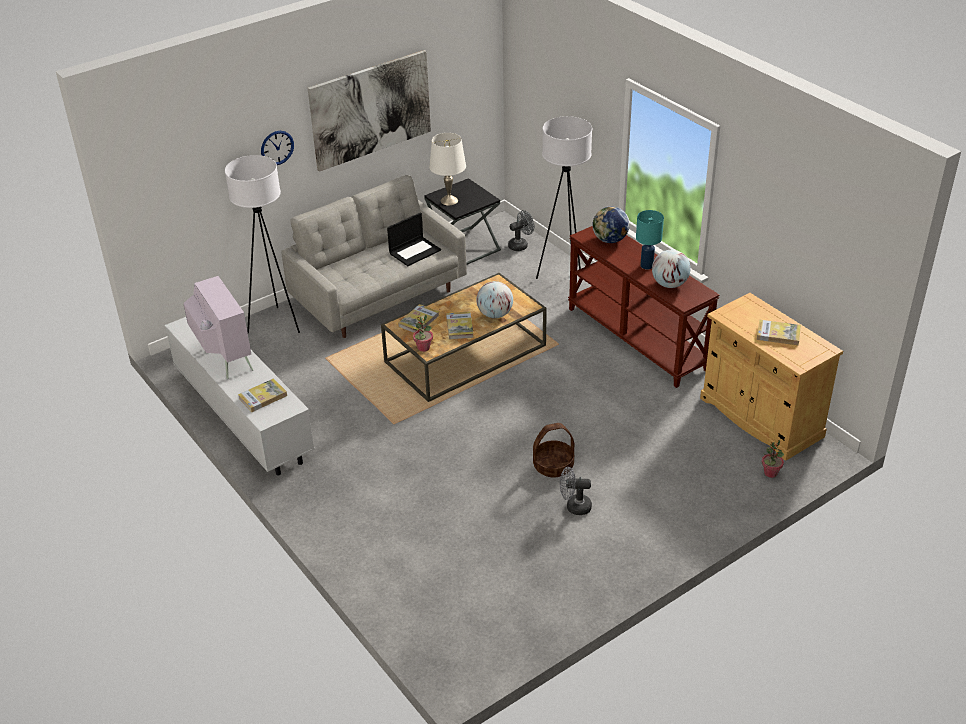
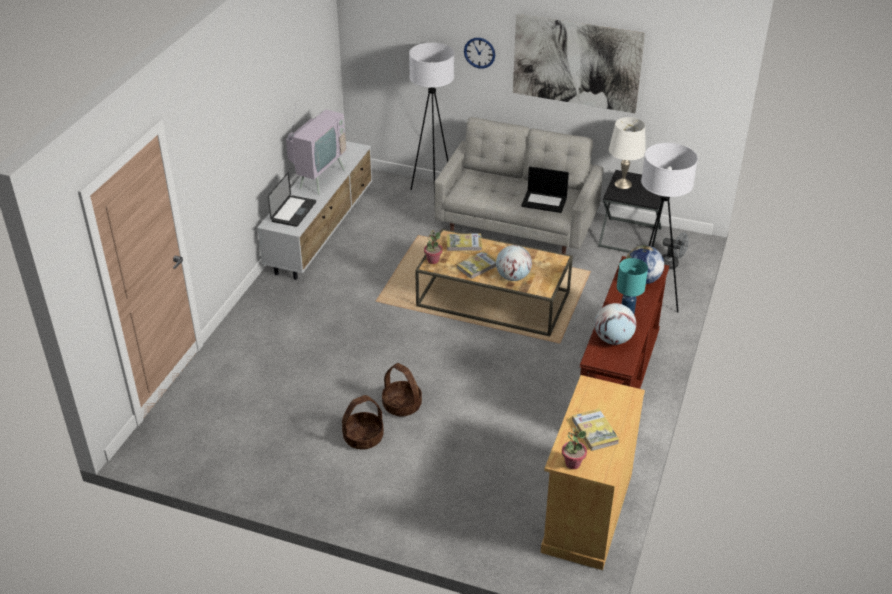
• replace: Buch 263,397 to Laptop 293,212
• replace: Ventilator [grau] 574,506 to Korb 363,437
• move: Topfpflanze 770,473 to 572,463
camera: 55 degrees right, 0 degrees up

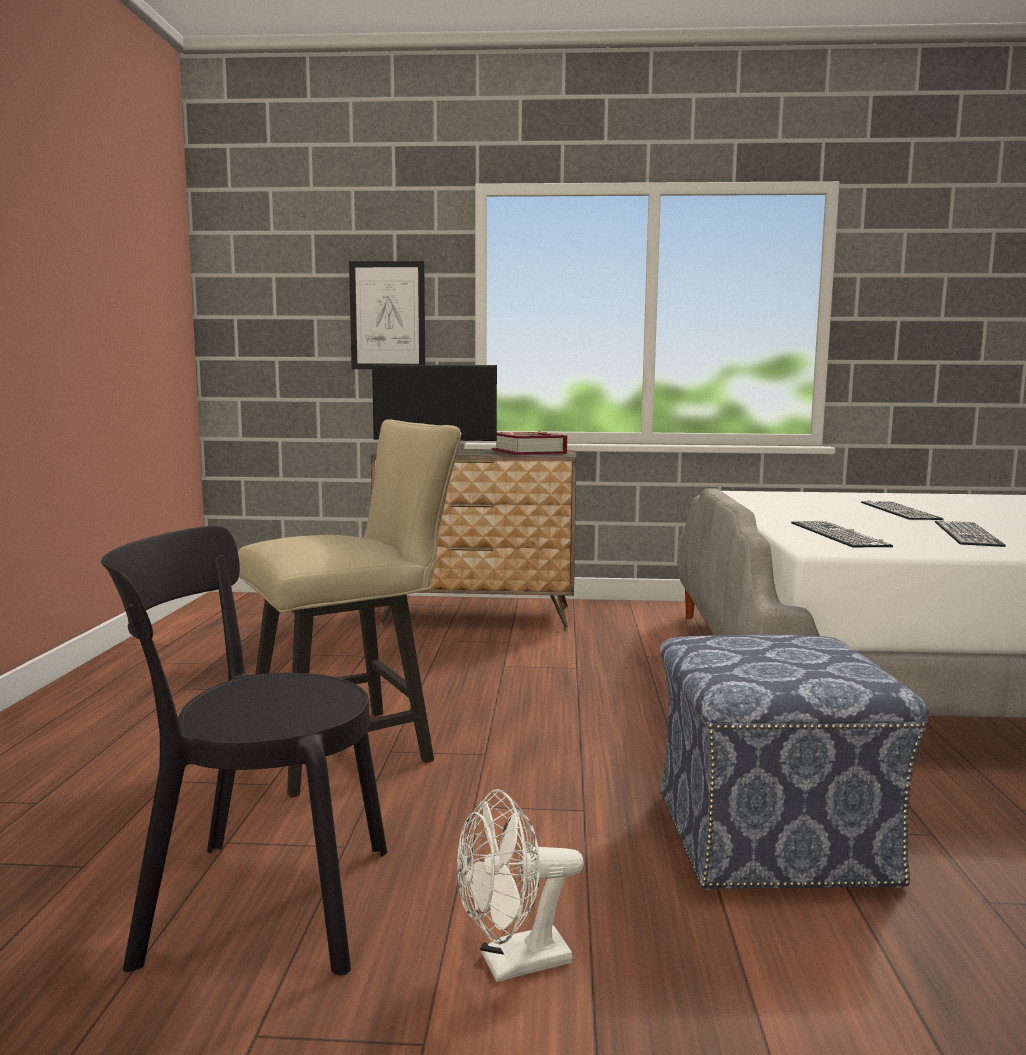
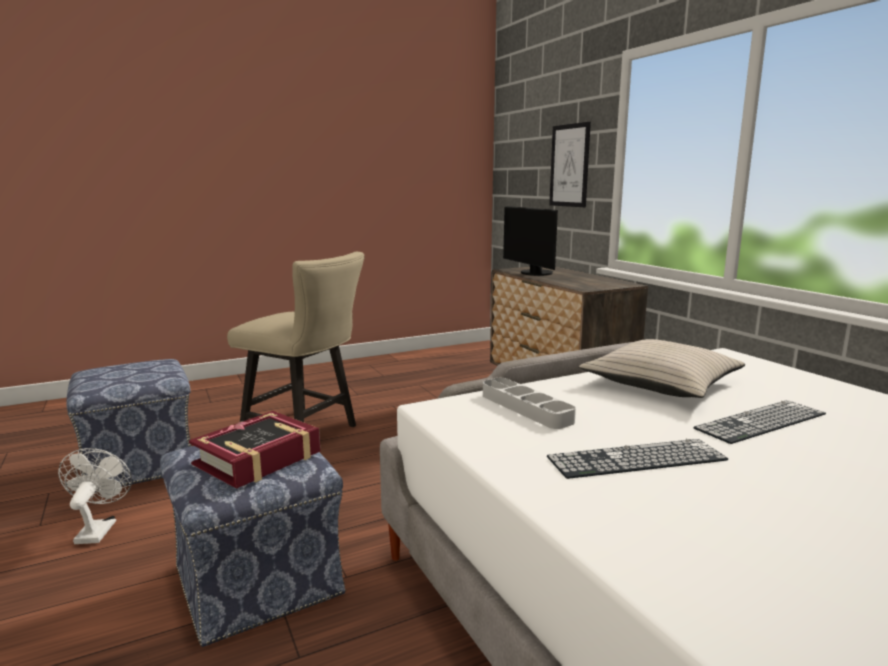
• replace: Stuhl [schwarz] 256,903 to Polsterhocker 141,463
• rotate: Ventilator [weiß] 512,964 = 98,529 45 degrees clockwise
• move: Buch 529,452 to 258,458
• replace: Tastatur 837,534 to Tablett [grau] 526,408
• insert: Kissen [beige] 662,383
camera: 60 degrees right, 5 degrees up

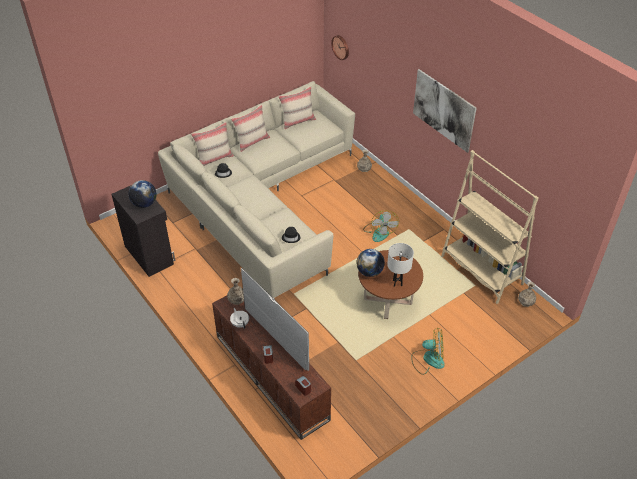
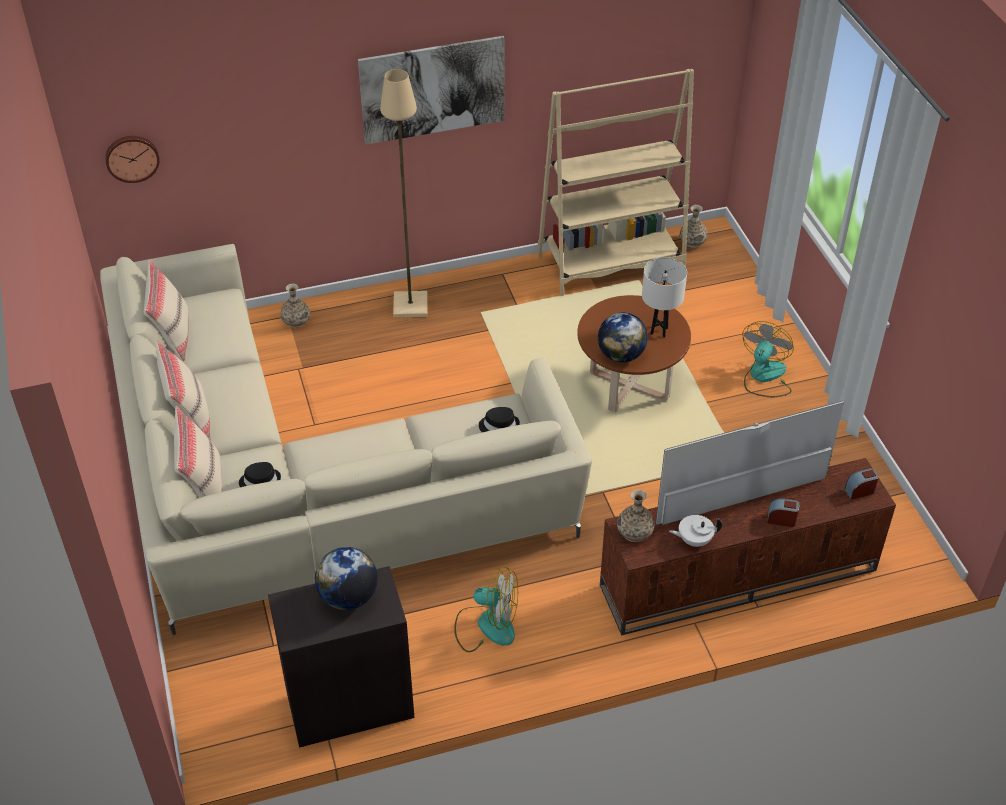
• move: Ventilator 379,231 to 486,625
• insert: Stehlampe [beige] 409,305
camera: 70 degrees left, 0 degrees up

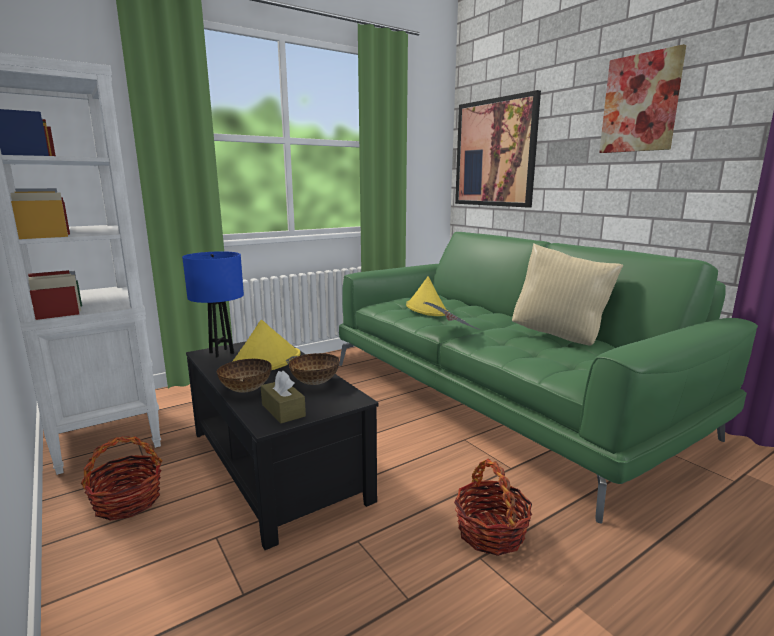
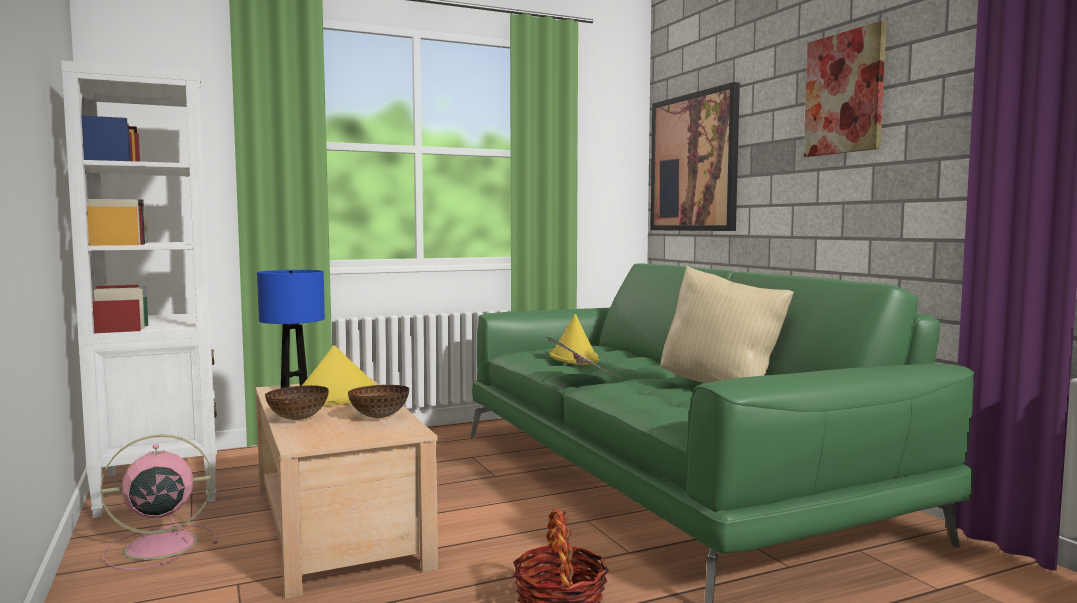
• replace: Korb 127,502 to Ventilator [rosa] 157,546
• recolor: Couchtisch [schwarz] 278,464 to Couchtisch [beige] 340,527
• delete: Taschentuchbox [braun] 283,410
camera: 10 degrees right, 10 degrees down

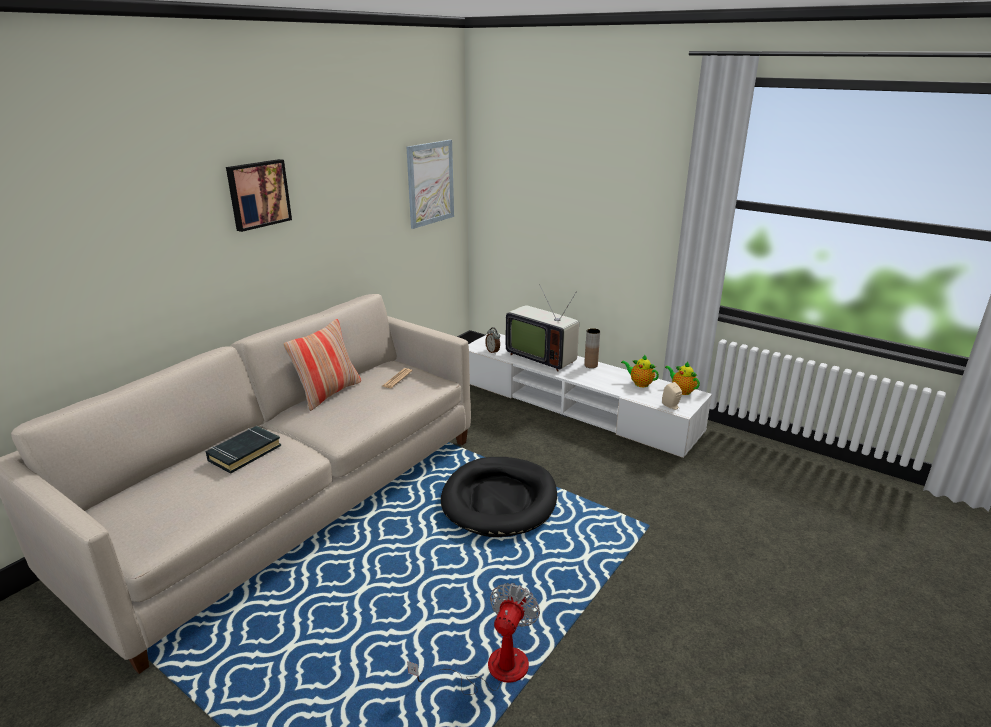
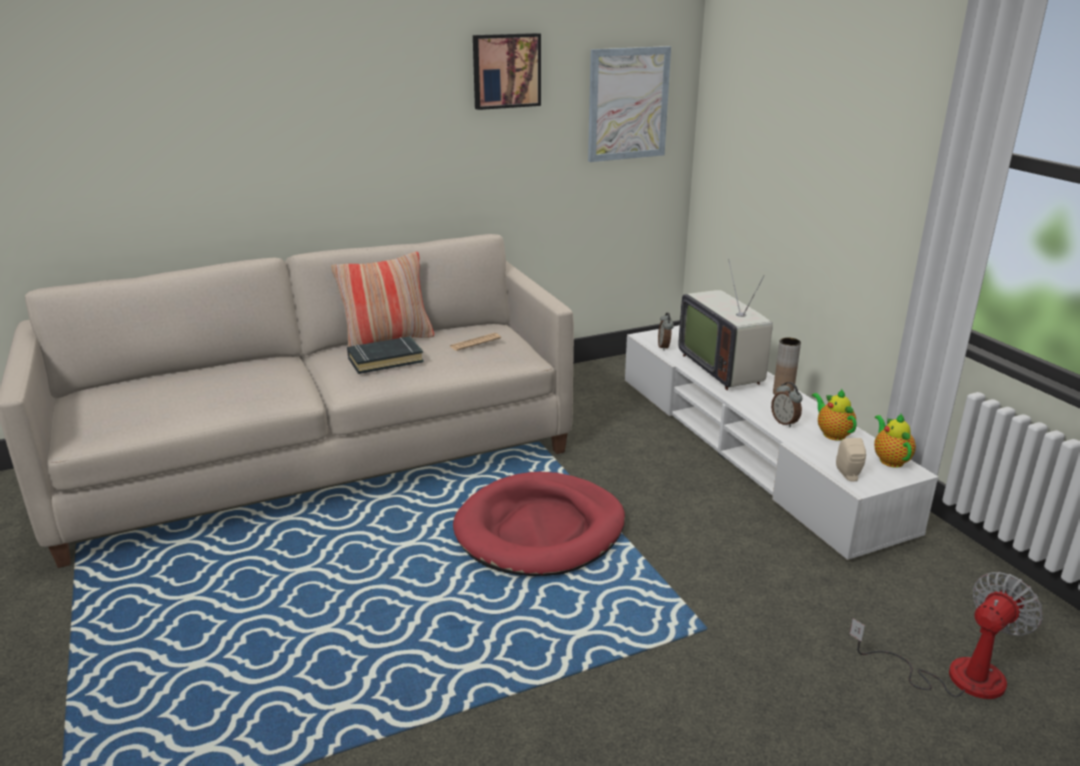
• move: Buch [schwarz] 244,453 to 385,360
• move: Bild 258,194 to 506,71
• move: Ventilator 492,670 to 954,675
• recolor: Hundebett [schwarz] 500,500 to Hundebett [rot] 540,530
• insert: Wecker 785,422
camera: 30 degrees right, 0 degrees up

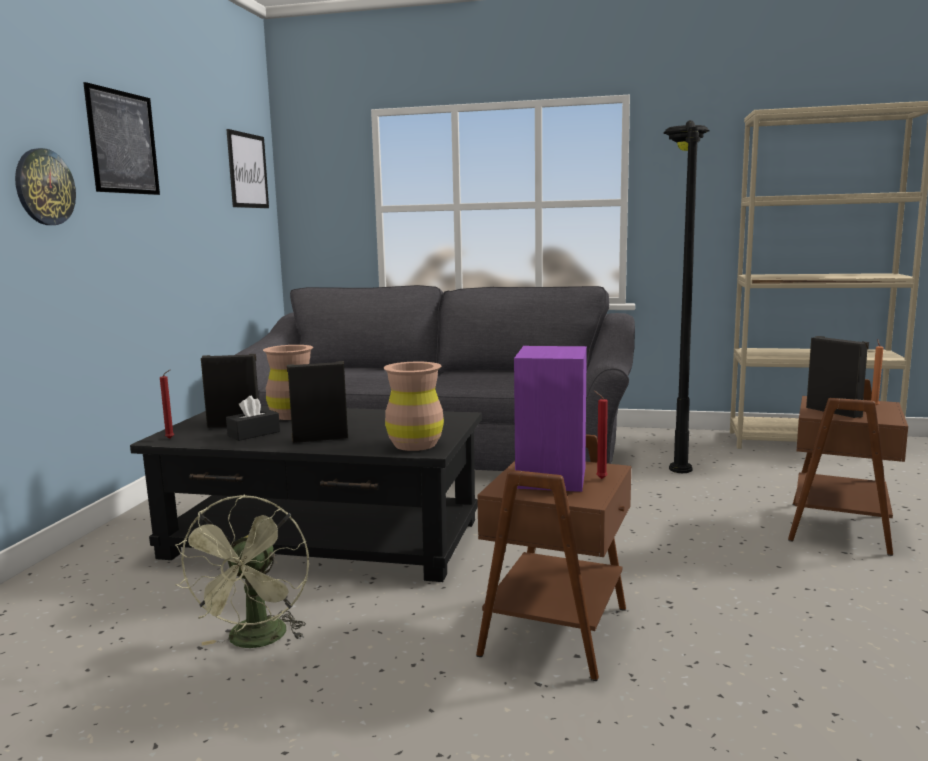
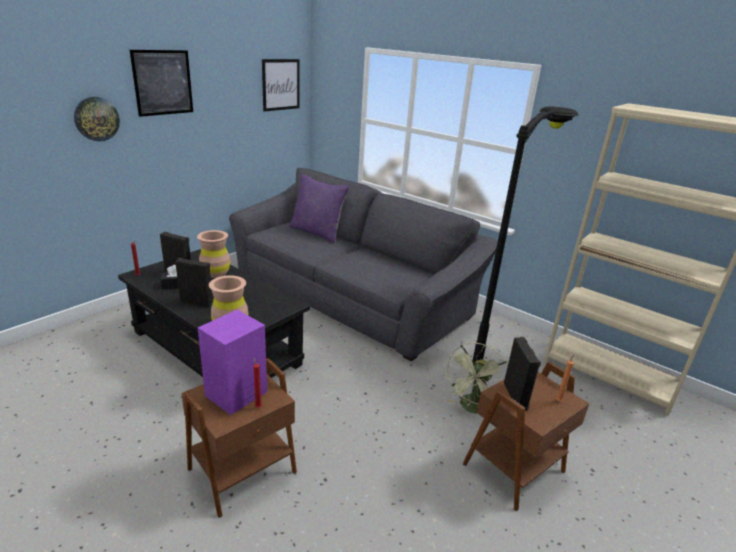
• move: Ventilator [grün] 256,642 to 472,408
• insert: Kissen [lila] 317,232
camera: 25 degrees right, 15 degrees up

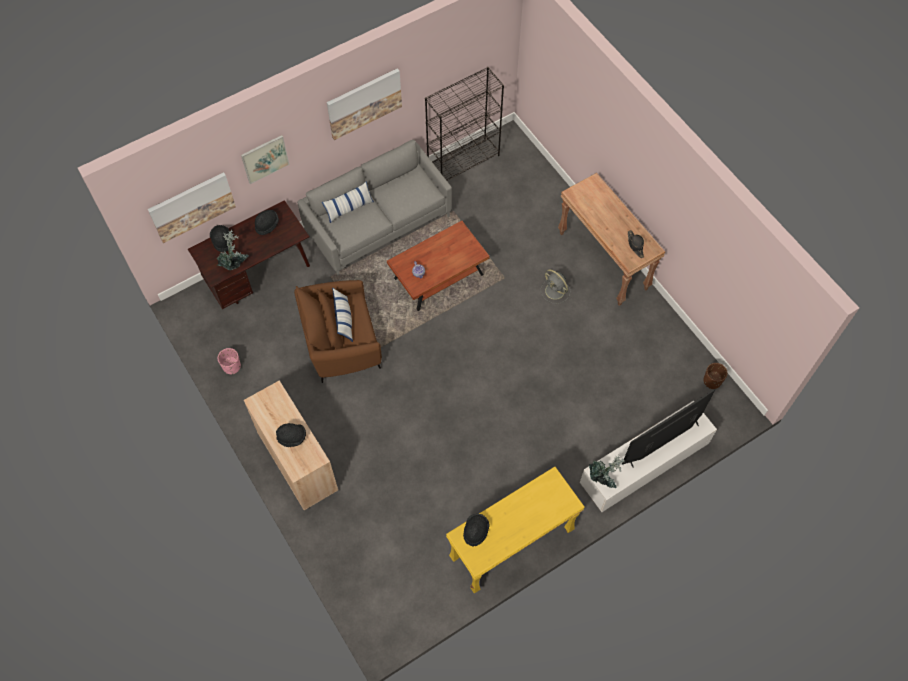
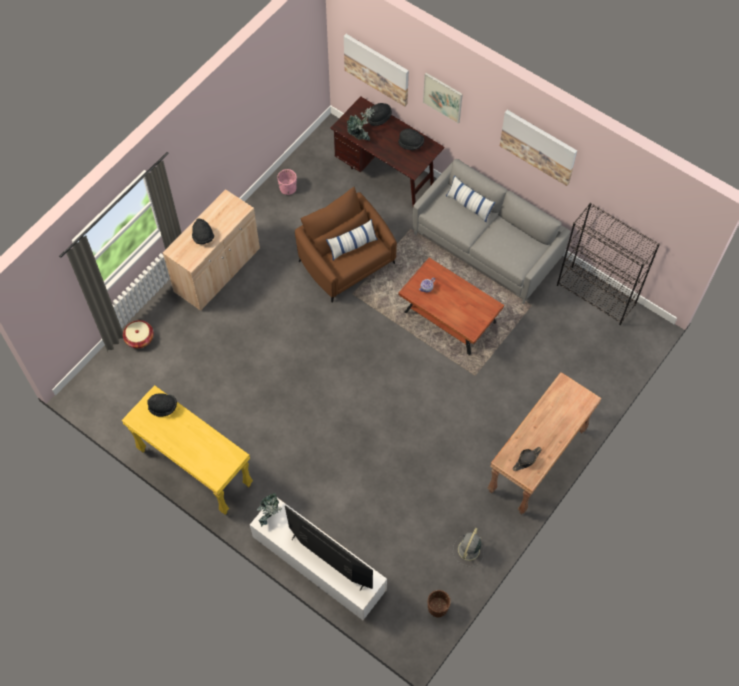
• move: Ventilator [grau] 555,291 to 468,551
• insert: Korb 139,338
camera: 70 degrees right, 0 degrees up

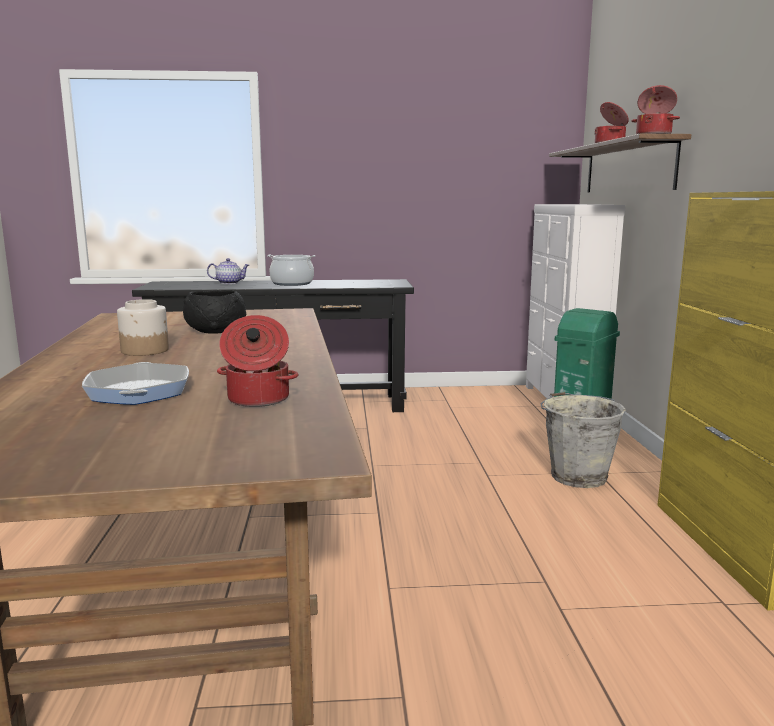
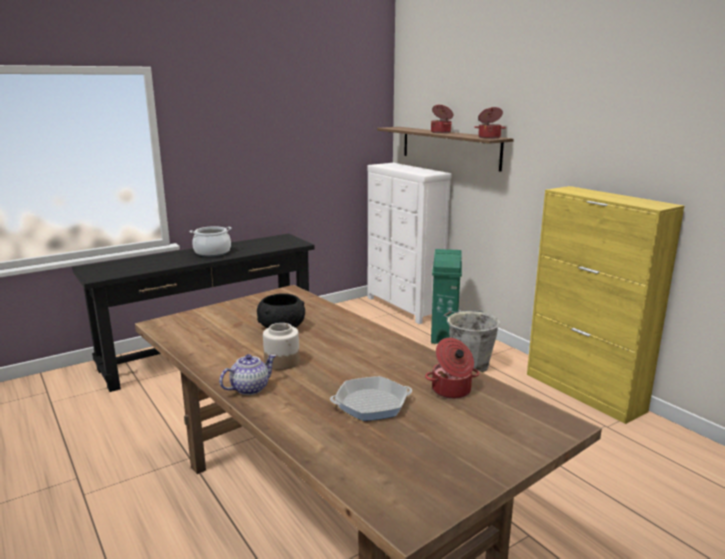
• rotate: Pfanne 138,392 = 371,404 120 degrees clockwise
• move: Teekanne 229,283 to 250,388
camera: 30 degrees left, 5 degrees up

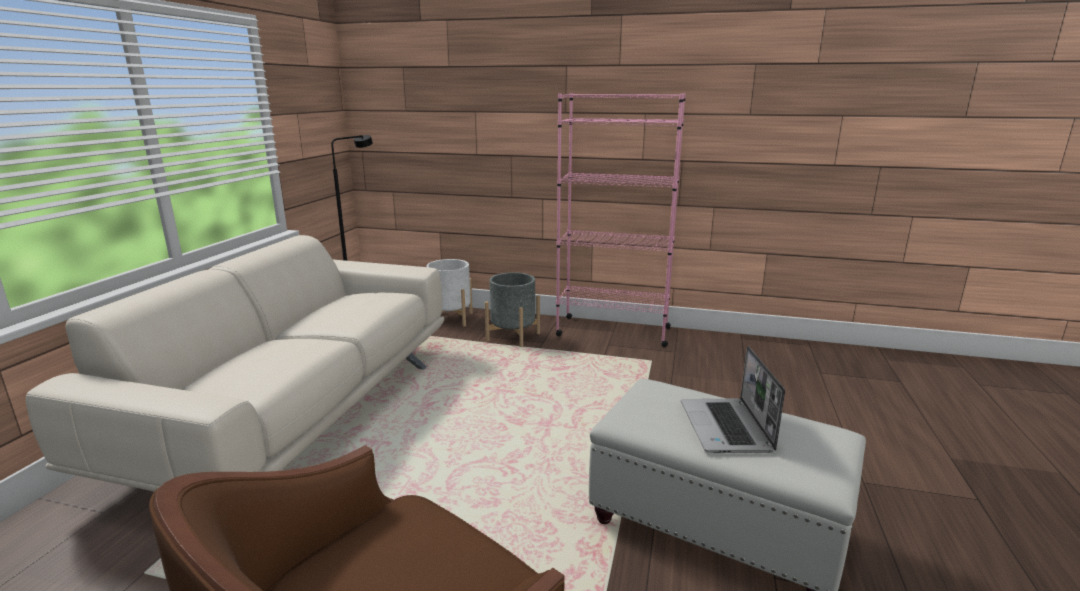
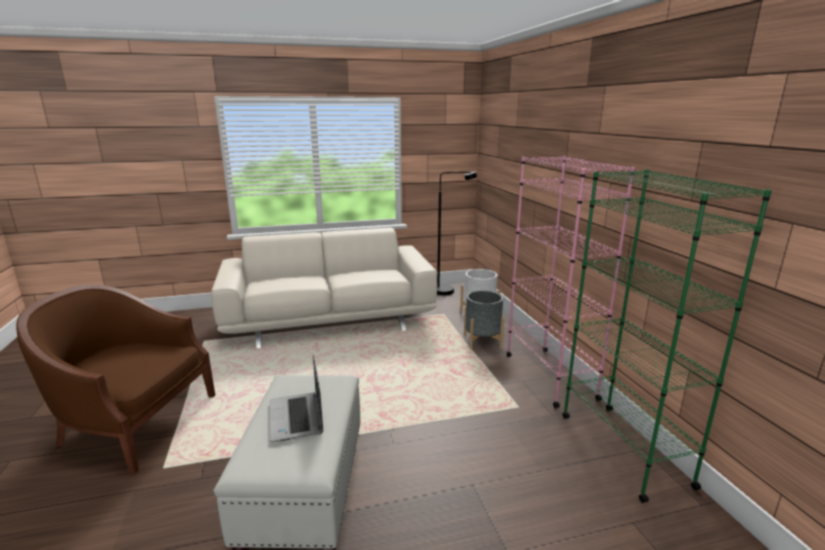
• rotate: Laptop 727,428 = 297,418 75 degrees counterclockwise
• insert: Bücherregal [grün] 623,448
camera: 60 degrees right, 0 degrees up

